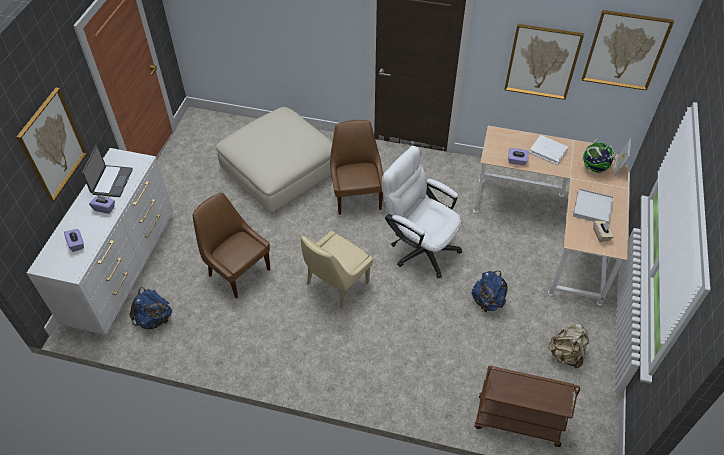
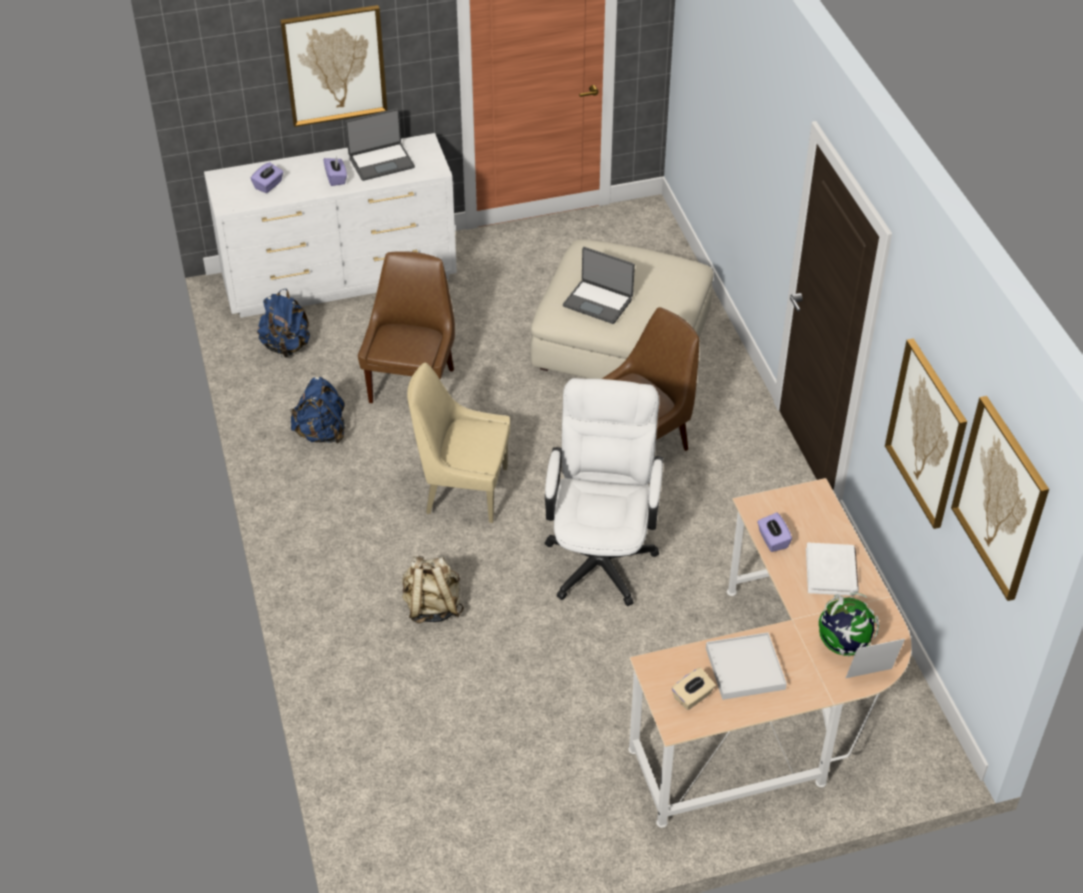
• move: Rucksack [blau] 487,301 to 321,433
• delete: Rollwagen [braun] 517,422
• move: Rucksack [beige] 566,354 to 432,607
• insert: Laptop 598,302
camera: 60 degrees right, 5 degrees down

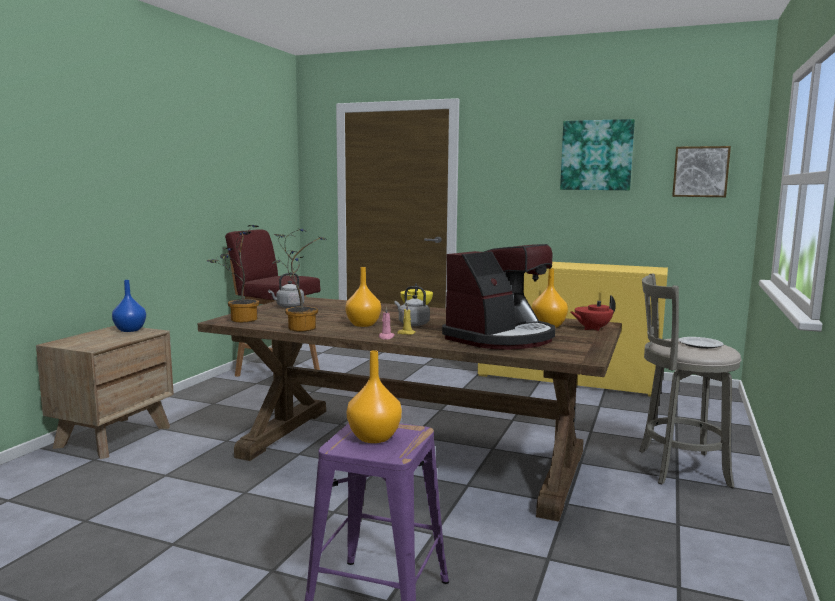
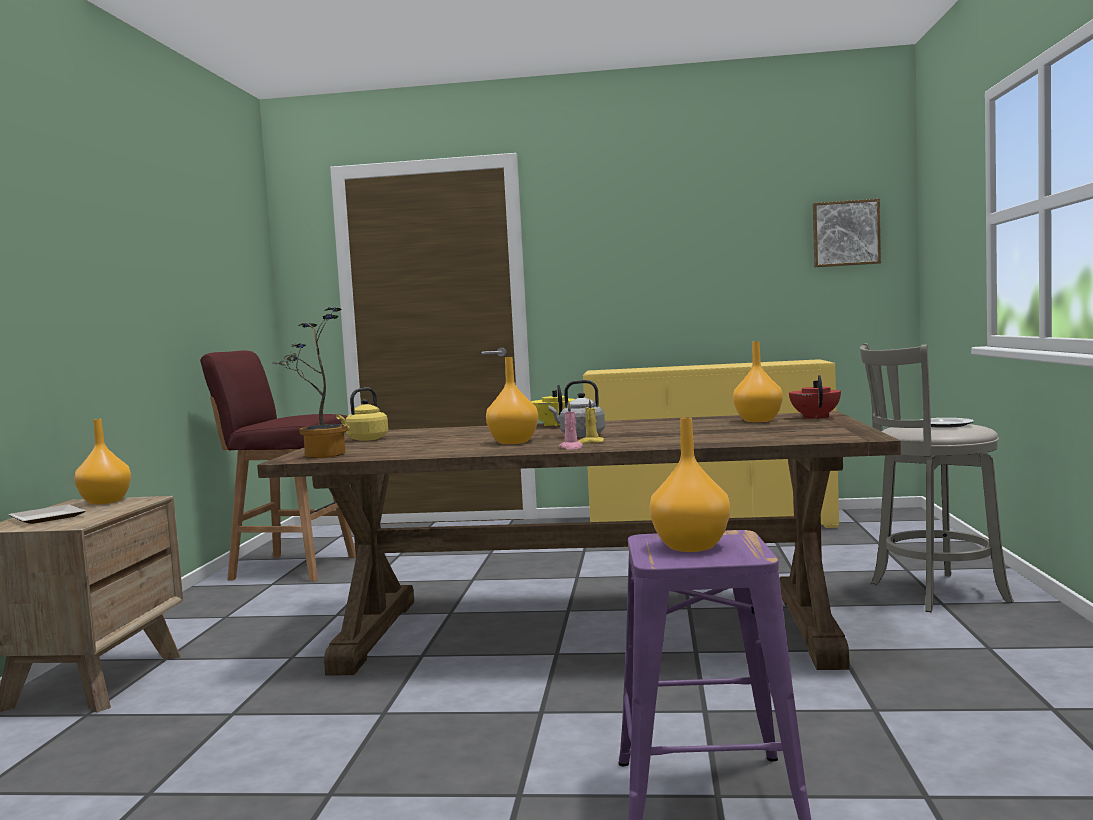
• recolor: Vase [blau] 130,330 to Vase [orange] 106,501
• recolor: Wasserkessel [grau] 288,307 to Wasserkessel [gelb] 365,439
• delete: Topfpflanze 299,327
• delete: Kaffeemaschine 501,338
• delete: Bild 596,155
• rotate: Teekanne [rot] 592,329 = 815,417 135 degrees clockwise
• insert: Teller 45,518
camera: 15 degrees left, 5 degrees down

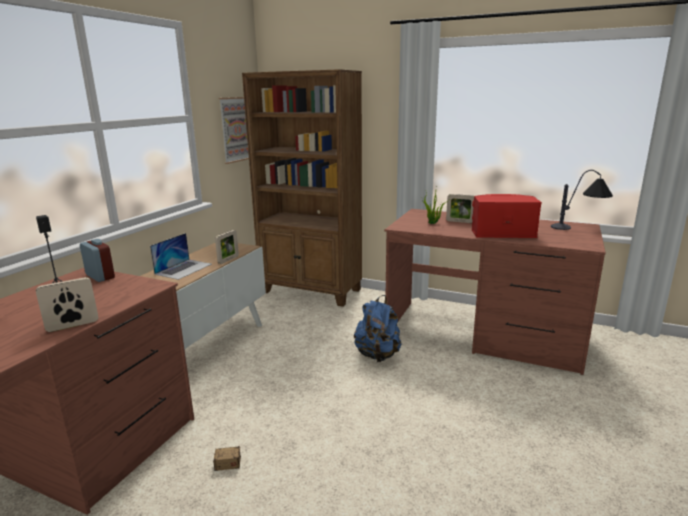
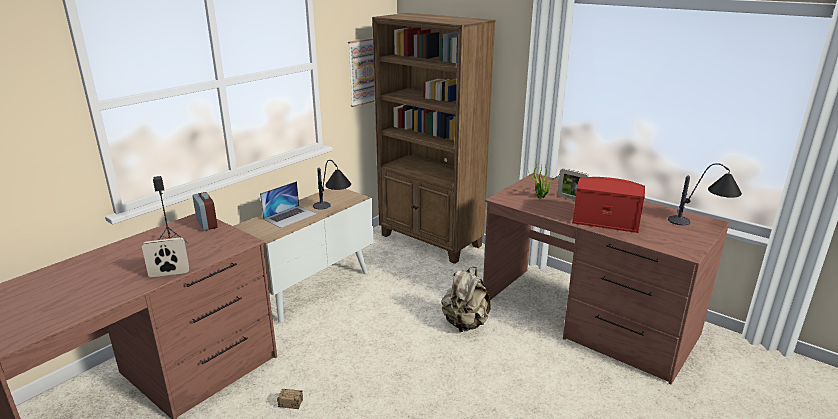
• replace: Bilderrahmen 228,260 to Tischlampe 333,211
• recolor: Rucksack [blau] 378,355 to Rucksack [beige] 465,324
camera: 15 degrees right, 5 degrees up

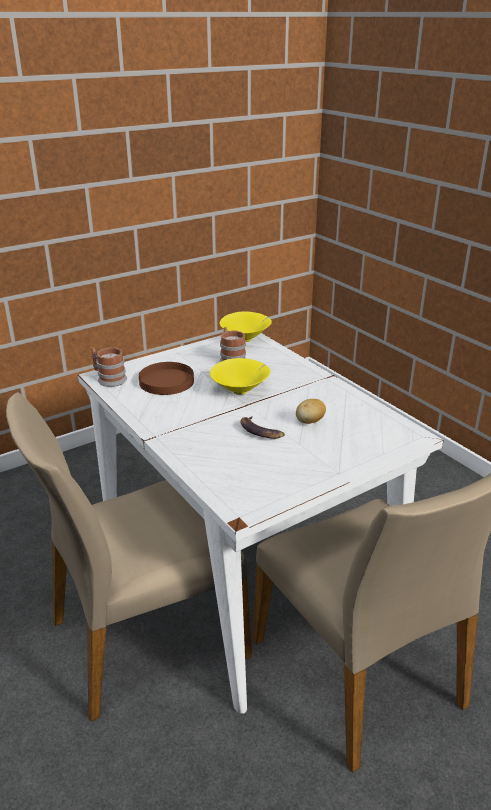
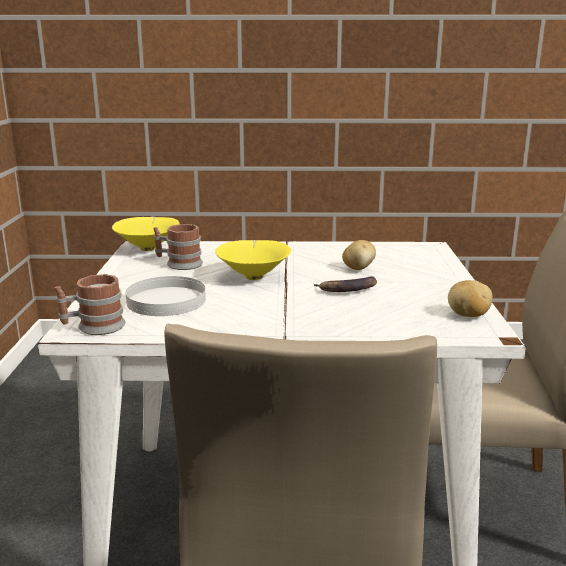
• recolor: Teller [braun] 166,381 to Teller [weiß] 167,300
• insert: Kartoffel 468,315
camera: 55 degrees left, 10 degrees down

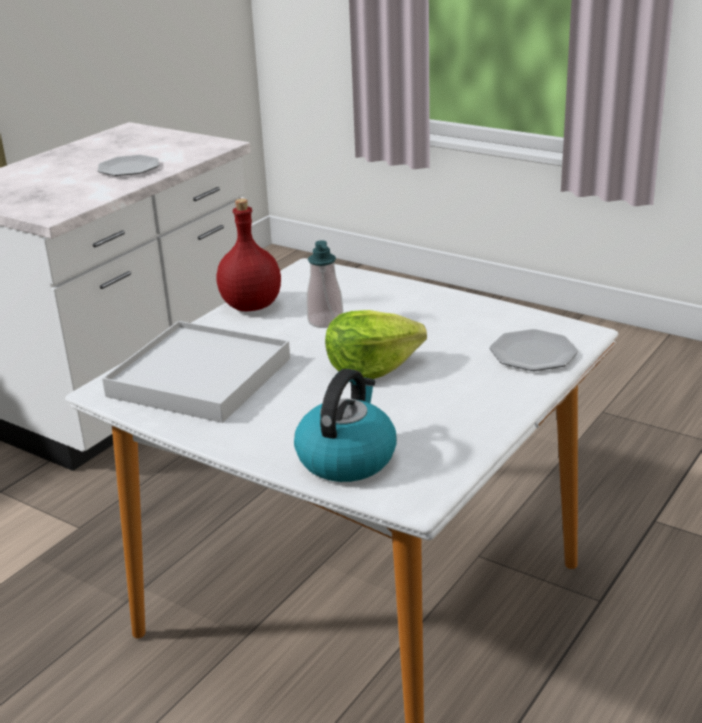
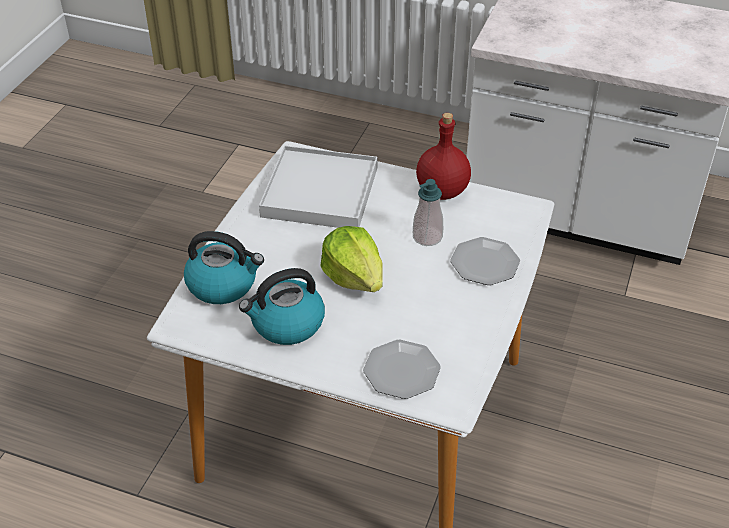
• move: Teller 128,168 to 484,263
• insert: Wasserkessel 286,324
camera: 75 degrees right, 15 degrees up

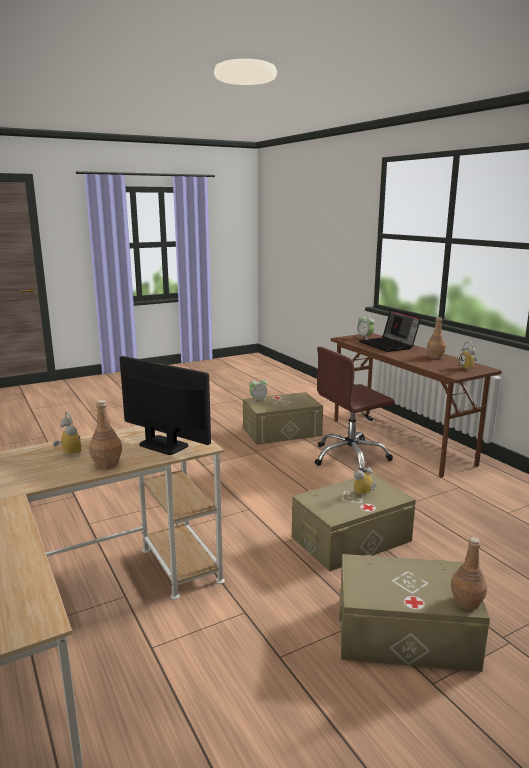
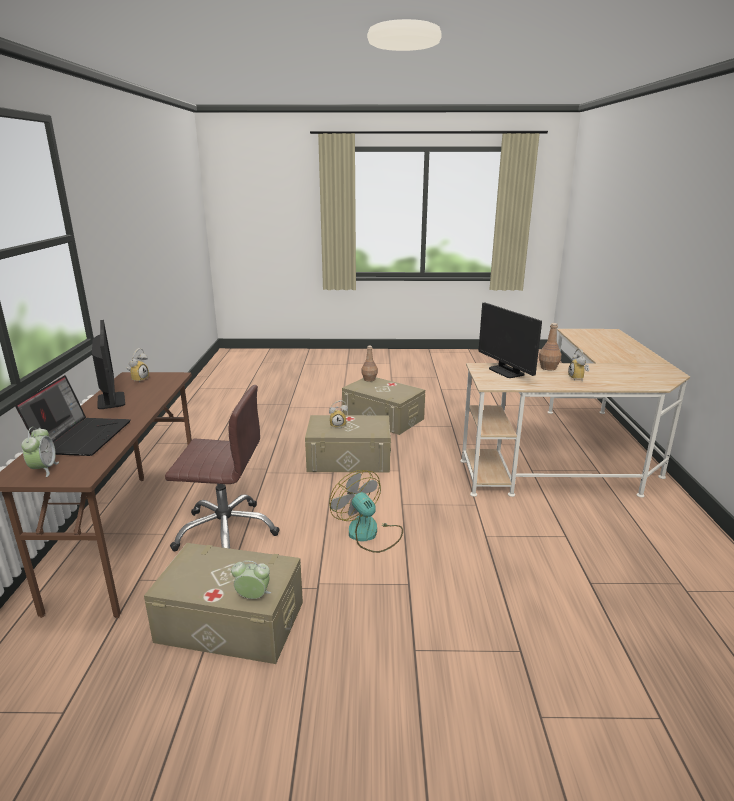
• replace: Flasche [braun] 435,357 to Monitor 111,400
• insert: Ventilator 369,534
camera: 150 degrees left, 5 degrees up

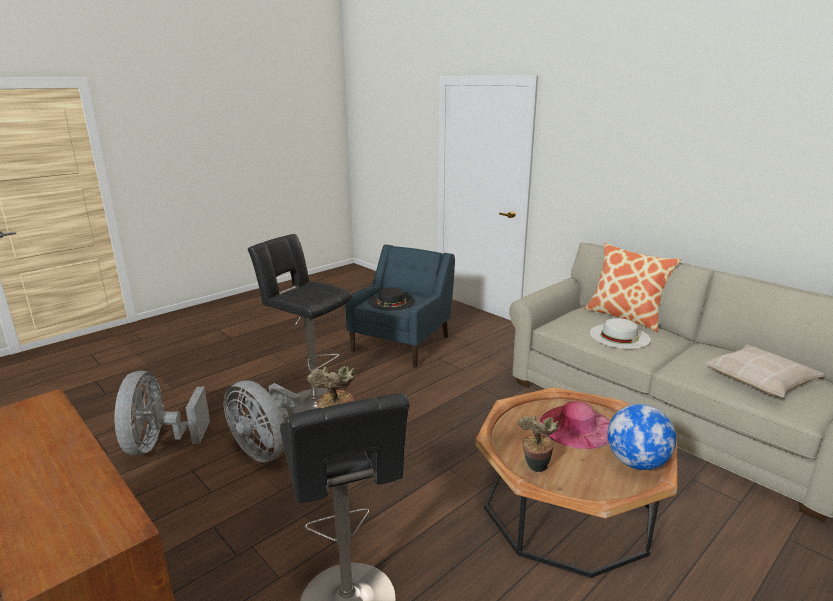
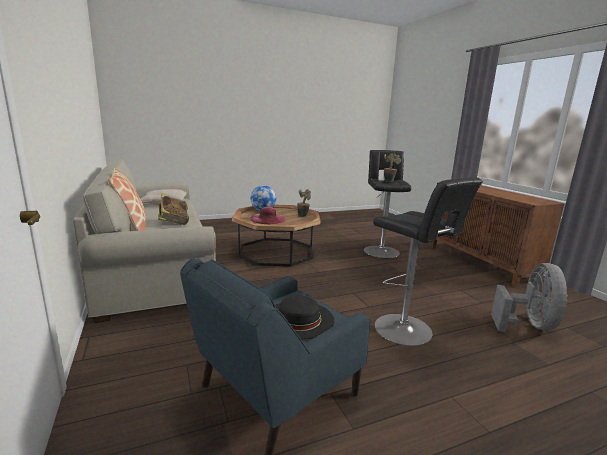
• delete: Ventilator [grau] 266,450
• replace: Hut [weiß] 619,336 to Buch 173,222
camera: 160 degrees left, 5 degrees down

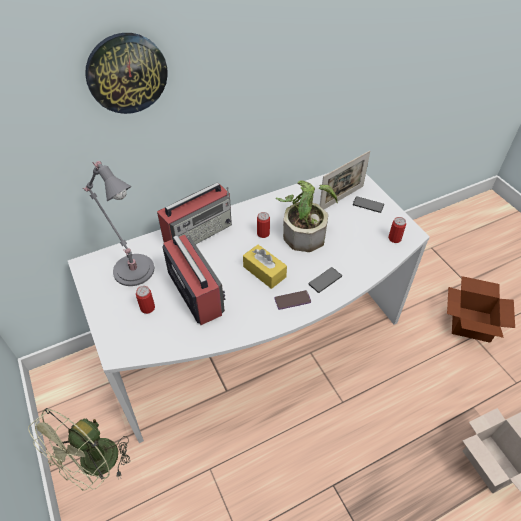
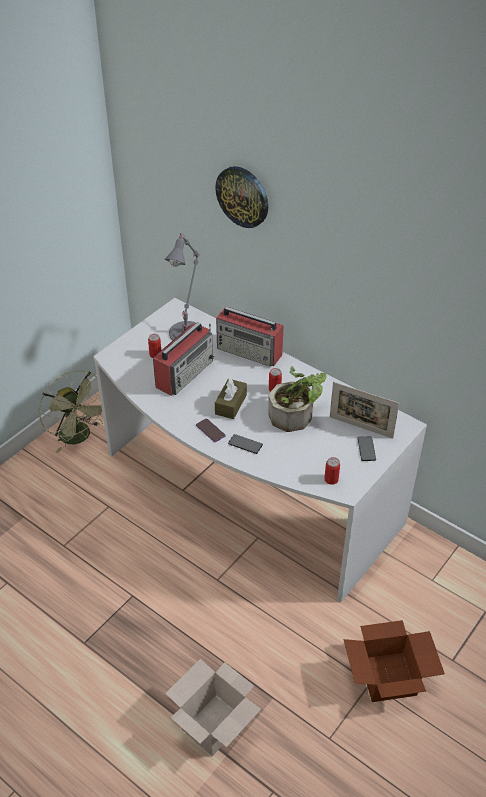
• rotate: Ventilator [grün] 94,466 = 79,437 135 degrees counterclockwise
• recolor: Taschentuchbox [gelb] 264,272 to Taschentuchbox [braun] 231,404
camera: 65 degrees right, 5 degrees down

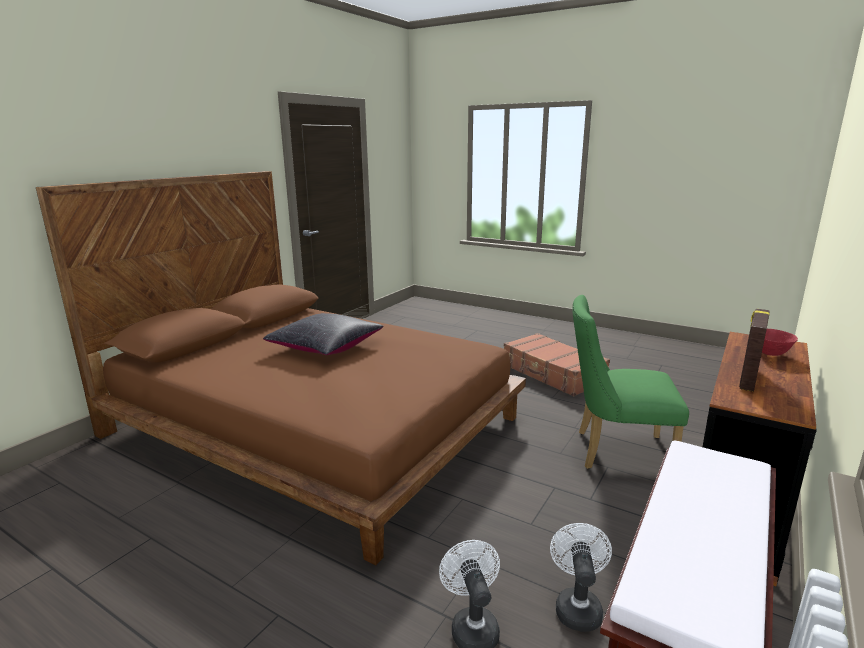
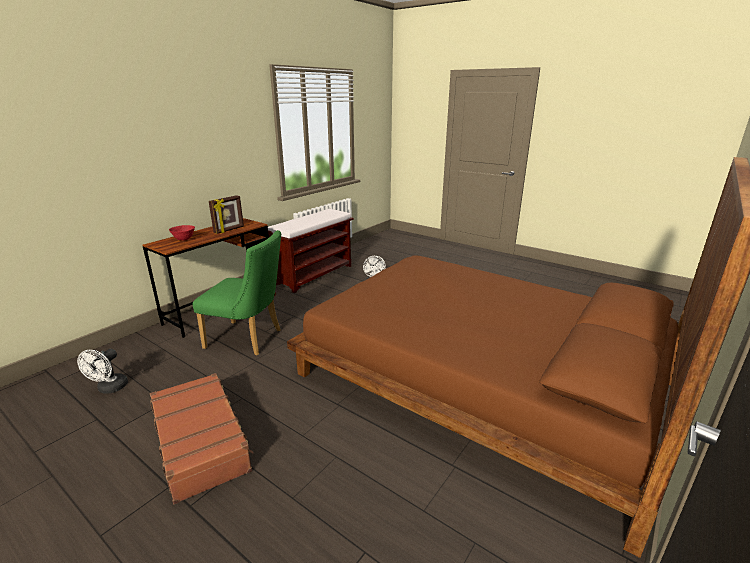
• delete: Kissen [schwarz] 326,347
• move: Ventilator [weiß] 577,606 to 110,389
camera: 175 degrees left, 5 degrees up

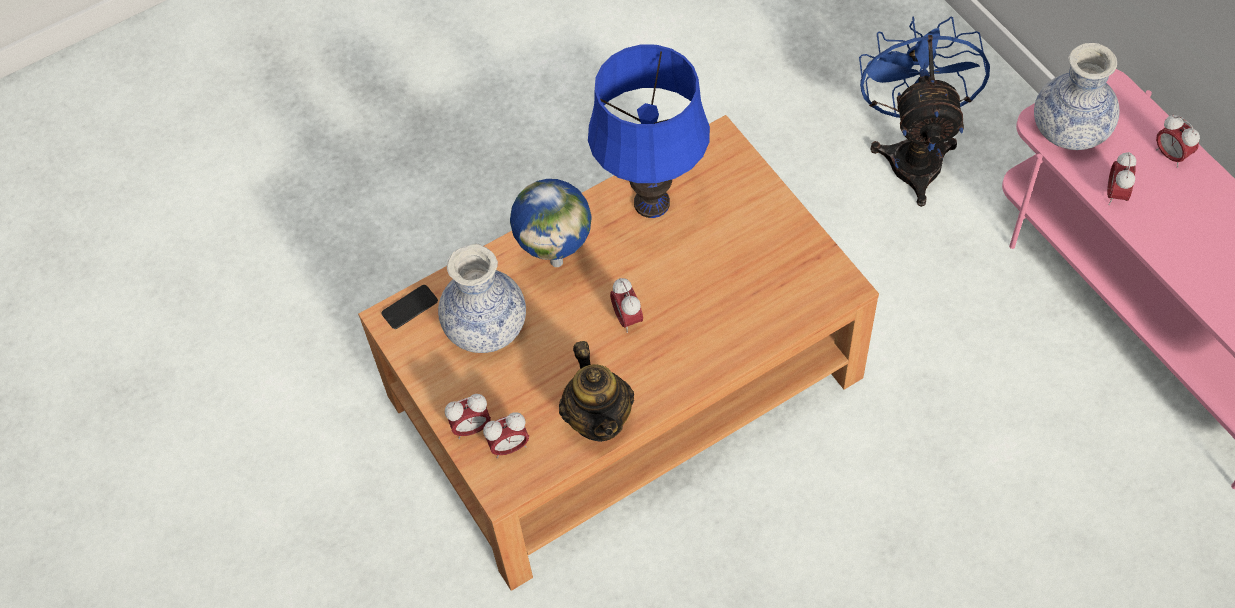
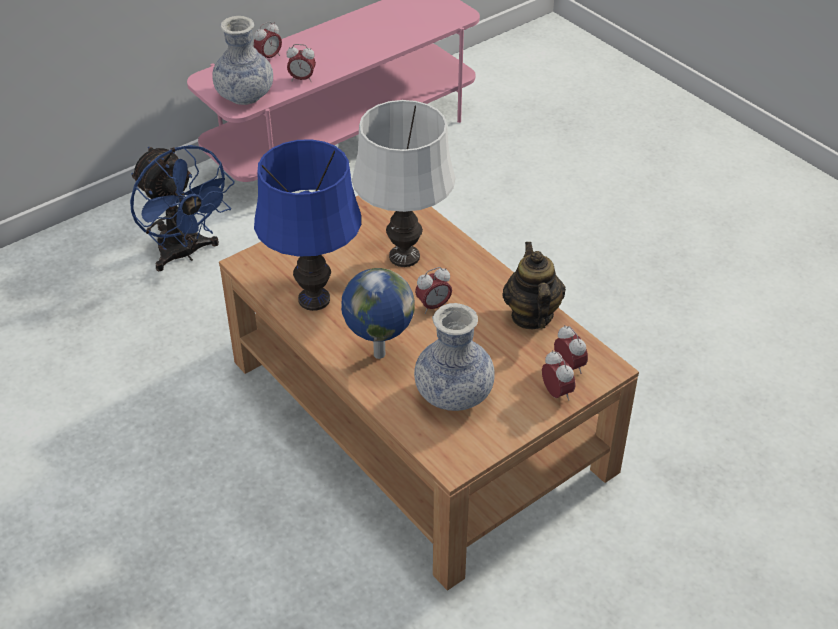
• delete: Handy 409,307
• rotate: Teekanne 599,419 = 531,316 75 degrees counterclockwise
• rotate: Ventilator [blau] 914,153 = 185,253 120 degrees counterclockwise
• insert: Tischlampe [weiß] 405,257
camera: 100 degrees left, 15 degrees down

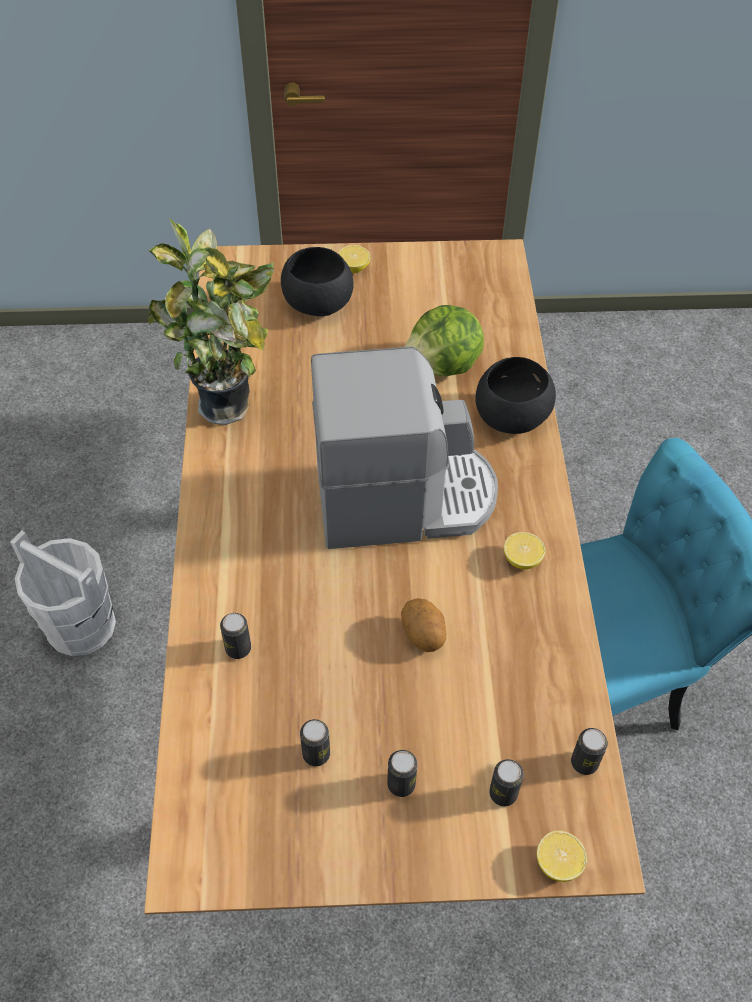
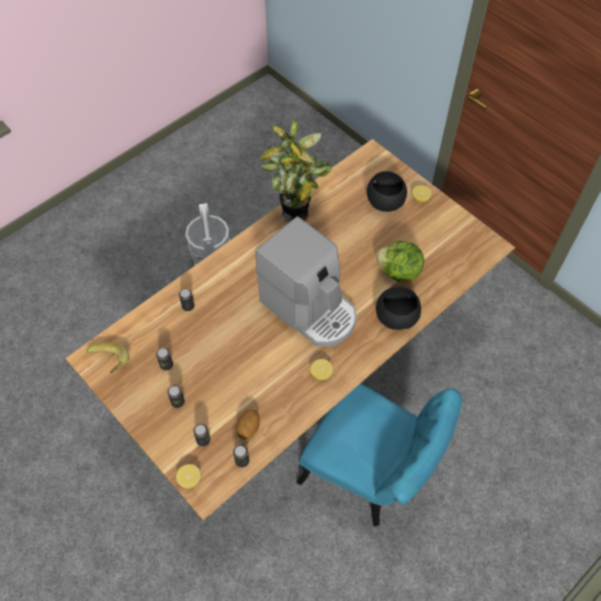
• move: Kartoffel 423,635 to 248,428
• insert: Banane 108,364
camera: 50 degrees right, 5 degrees up

